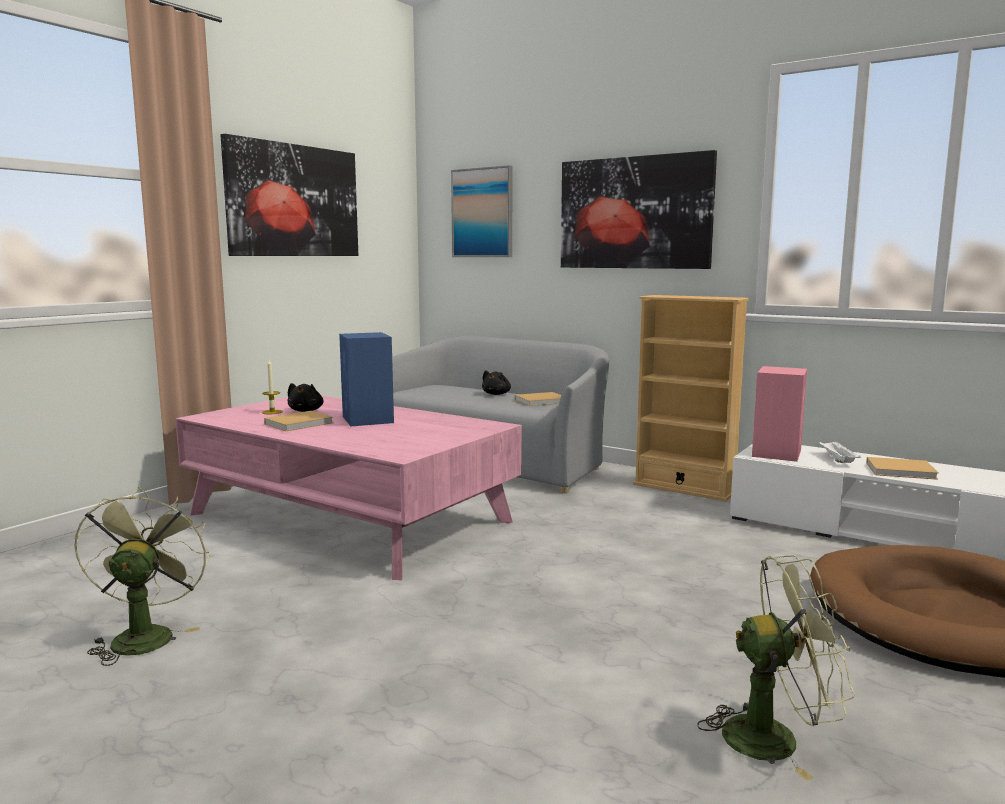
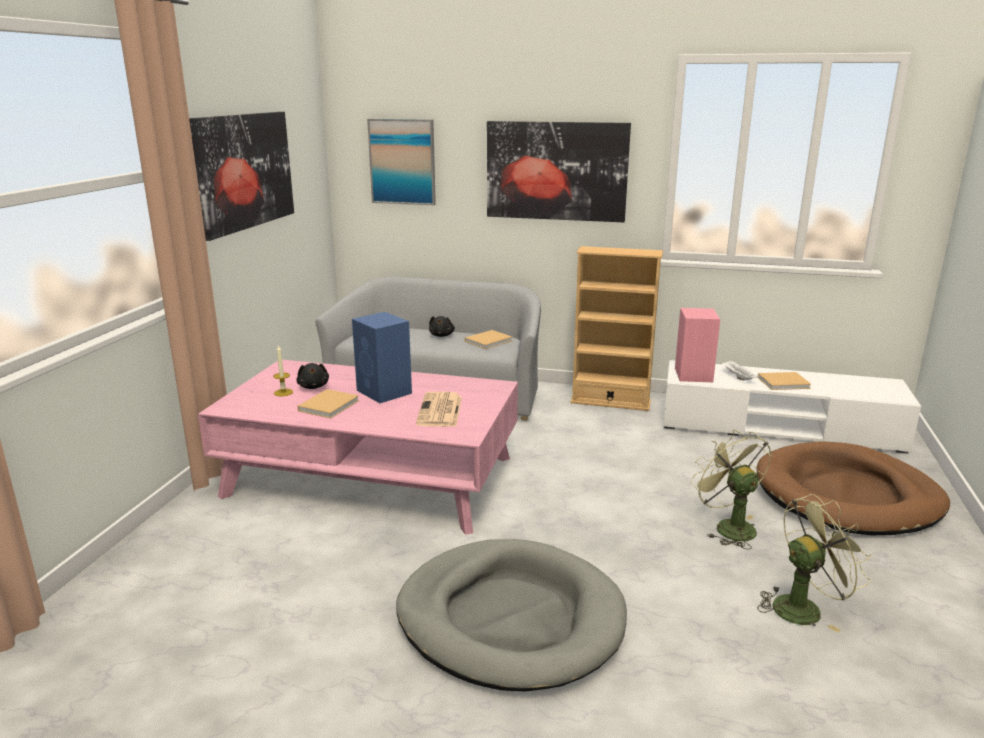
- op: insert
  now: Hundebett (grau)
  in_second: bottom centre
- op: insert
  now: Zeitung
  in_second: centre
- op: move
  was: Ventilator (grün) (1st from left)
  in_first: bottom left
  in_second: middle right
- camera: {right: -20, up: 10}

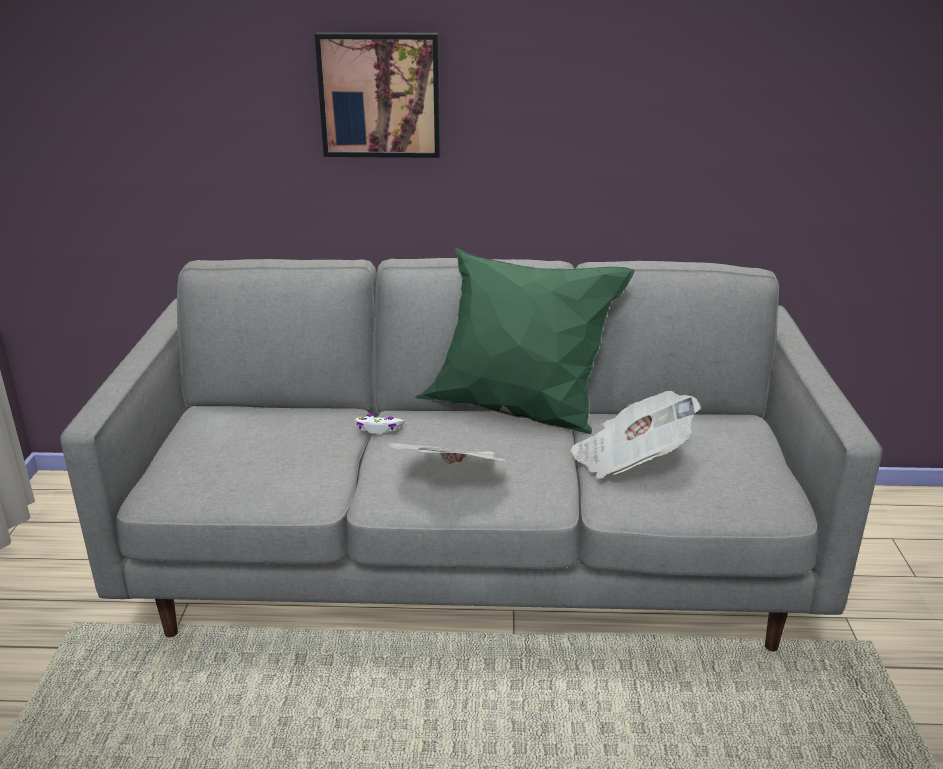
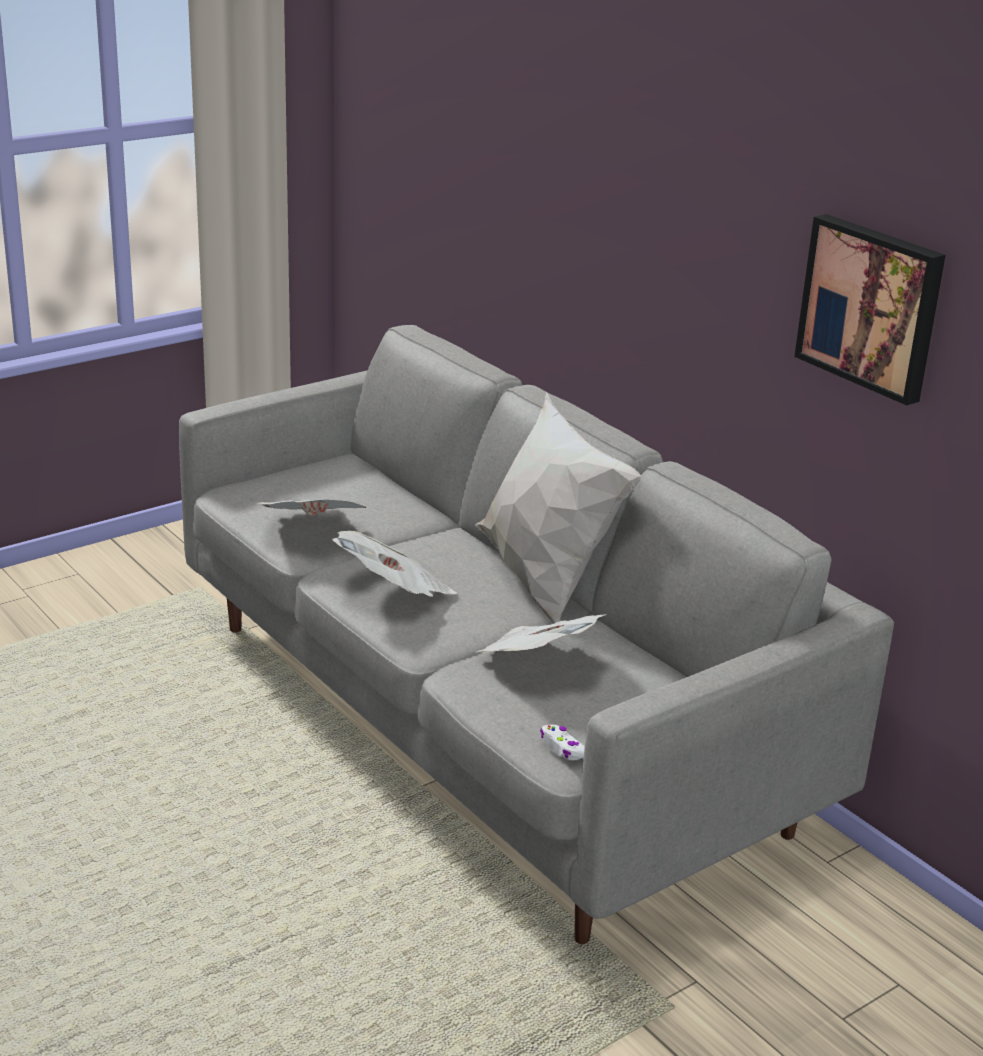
- op: insert
  now: Zeitung (1st from left)
  in_second: middle left
- op: move
  was: Bild
  in_first: top centre
  in_second: top right
- op: move
  was: Gamepad (weiß)
  in_first: centre
  in_second: bottom centre
- op: recolor
  was: Kissen (grün)
  now: Kissen (weiß)
  in_first: centre
  in_second: centre
- camera: {right: 50, up: 0}

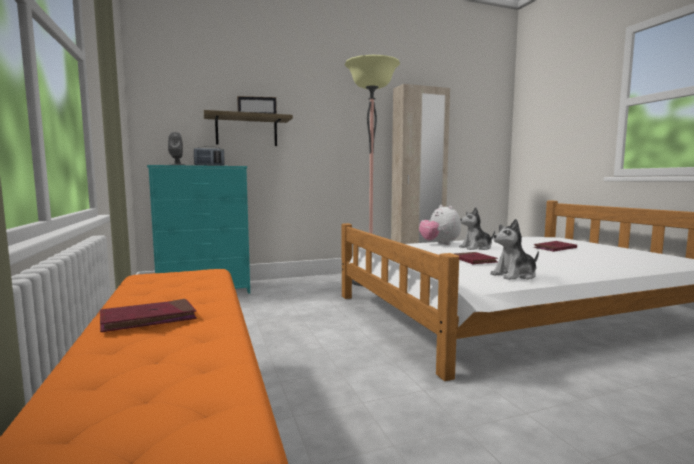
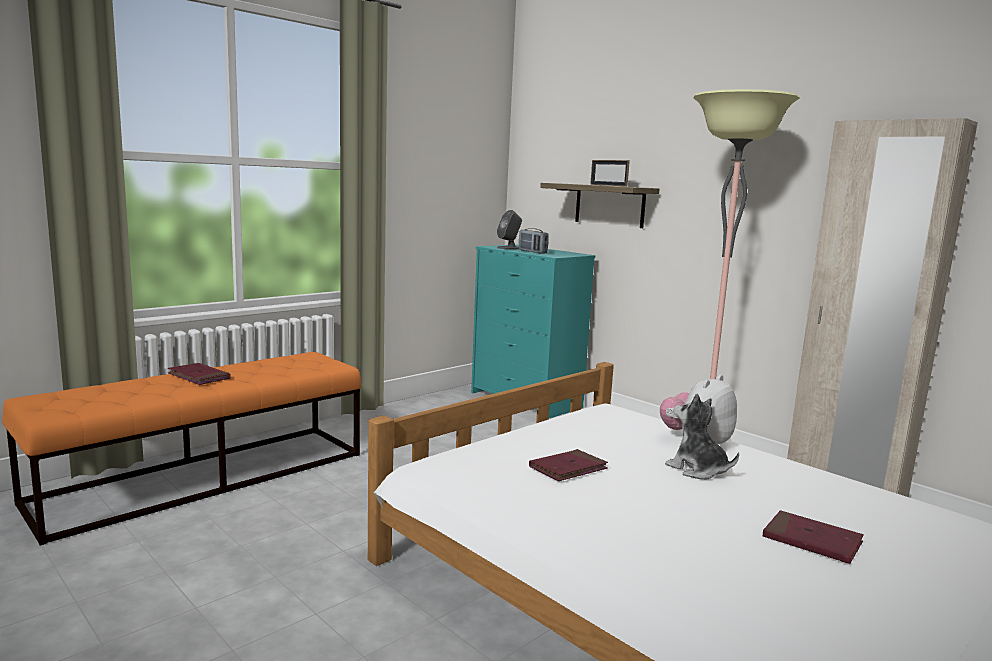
- op: delete
  was: Plüschtier (3rd from left)
  in_first: middle right
- camera: {right: 65, up: 5}

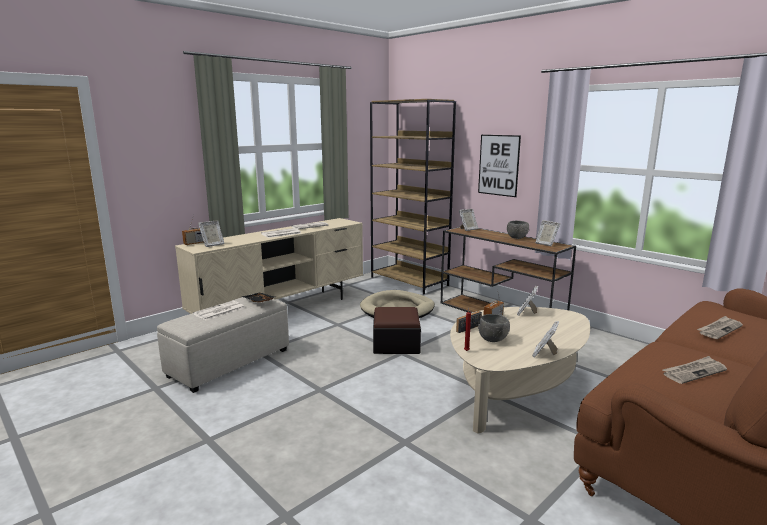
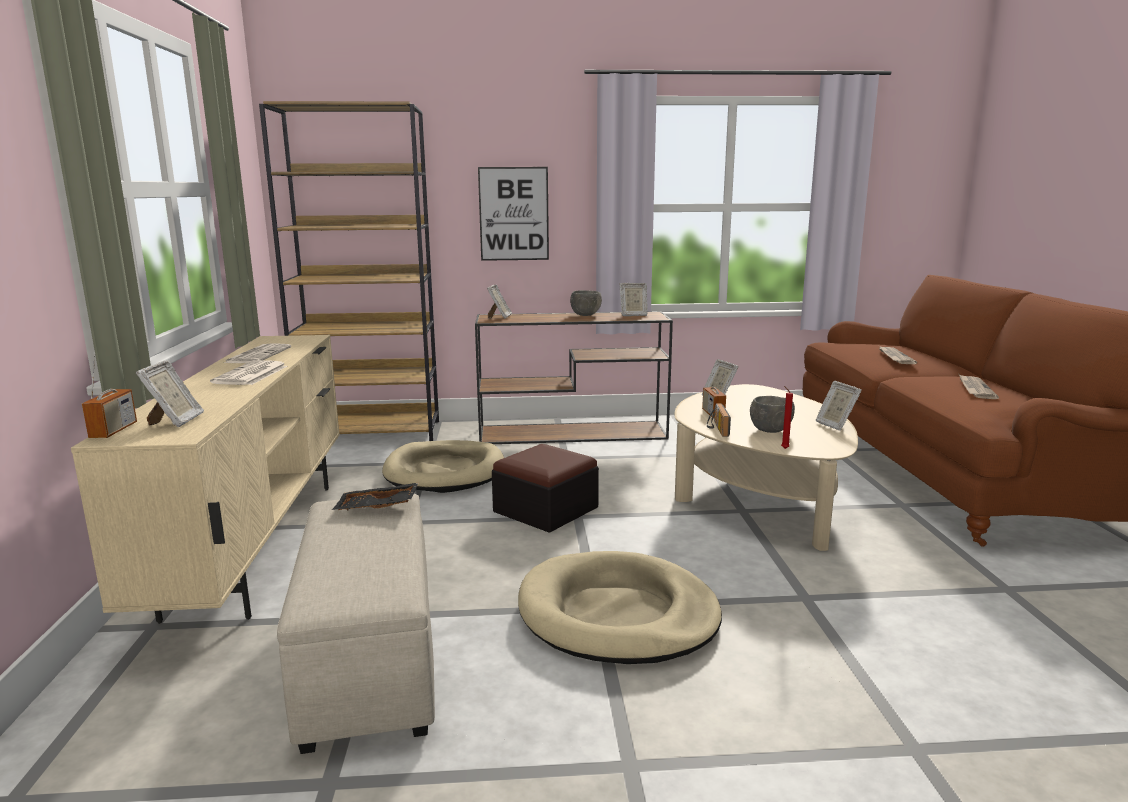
- op: delete
  was: Zeitung (1st from left)
  in_first: middle left
- op: insert
  now: Hundebett (beige) (2nd from left)
  in_second: bottom centre
- camera: {right: -50, up: 0}

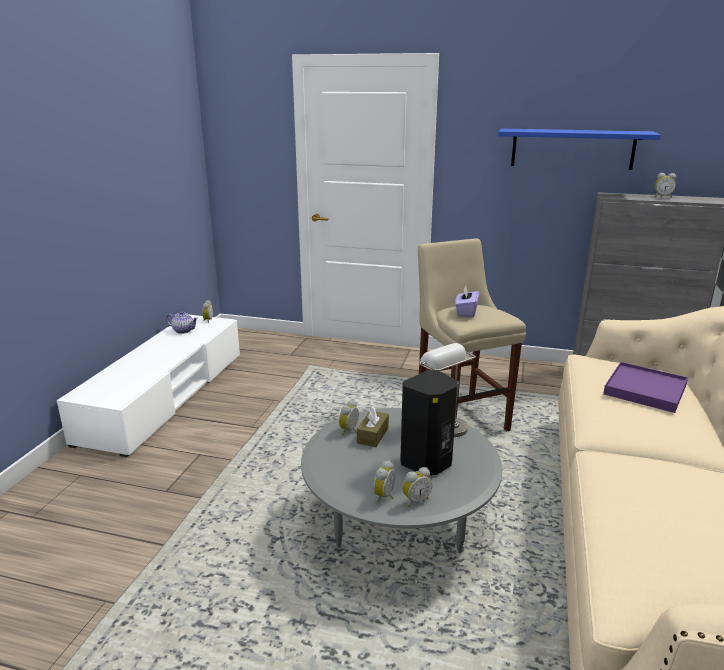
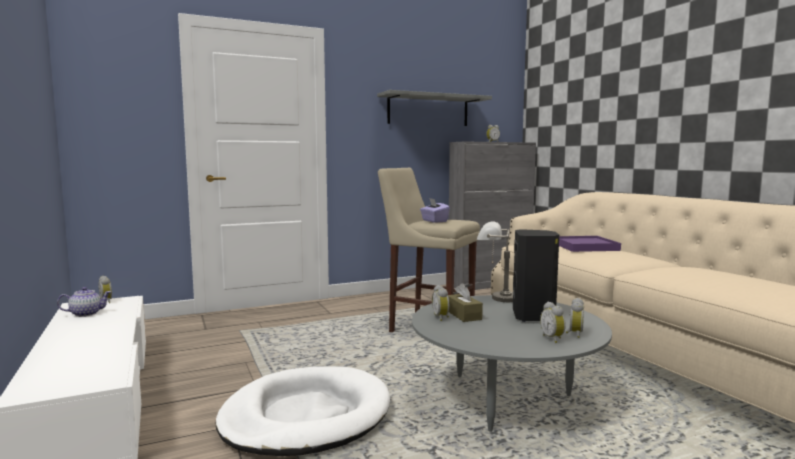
- op: insert
  now: Hundebett (weiß)
  in_second: bottom centre
- op: recolor
  was: Wandregal (blau)
  now: Wandregal (grau)
  in_first: top right
  in_second: top centre
- camera: {right: -40, up: -15}

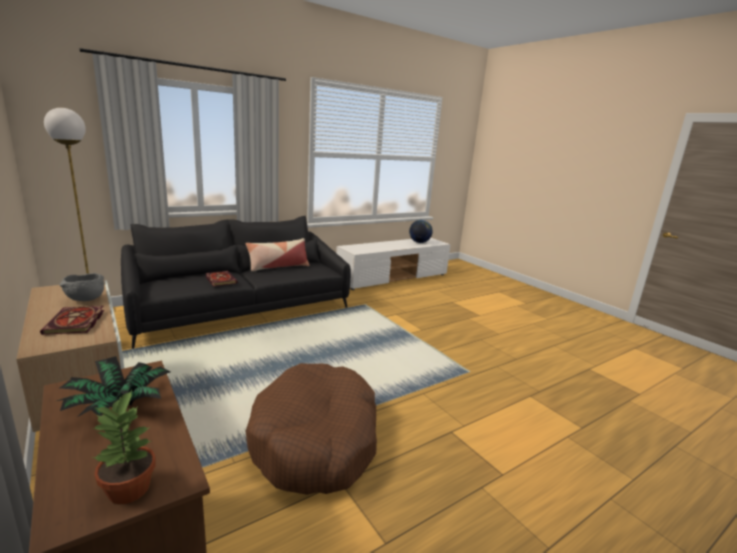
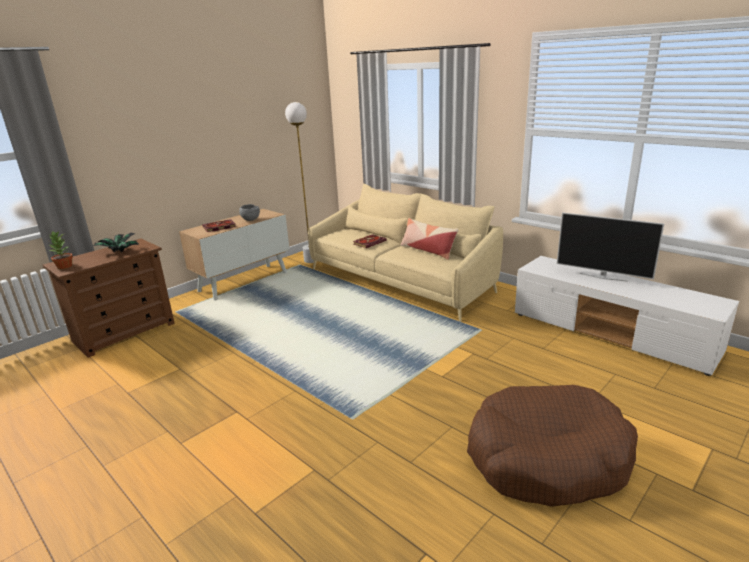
- op: delete
  was: Globus
  in_first: centre
- op: insert
  now: Fernseher
  in_second: middle right
- op: move
  was: Hundebett (braun)
  in_first: bottom centre
  in_second: bottom right
- op: recolor
  was: Sofa (schwarz)
  now: Sofa (beige)
  in_first: middle left
  in_second: centre
- camera: {right: 80, up: 5}

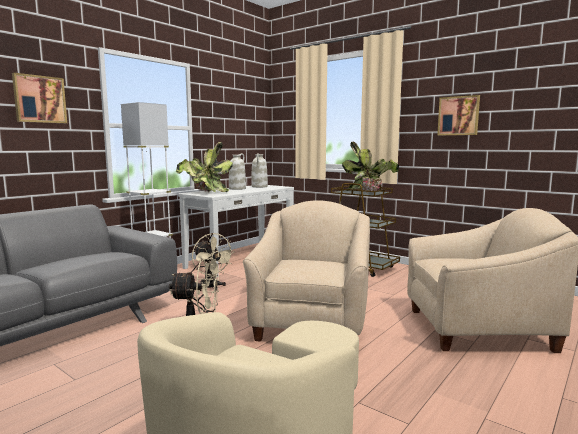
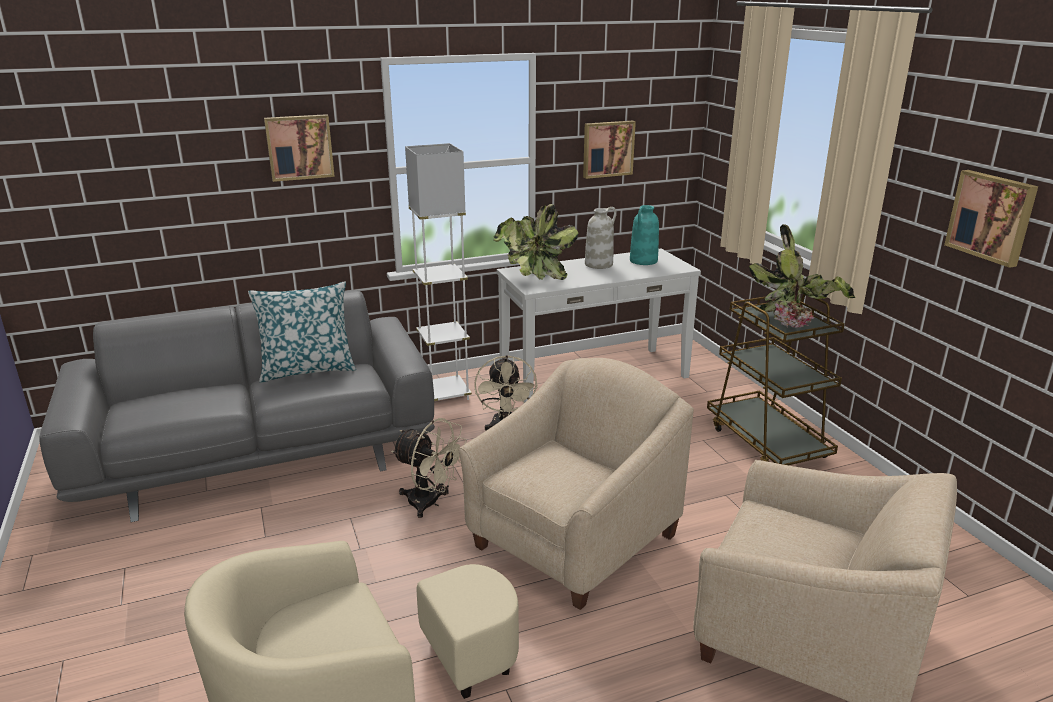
- op: insert
  now: Kissen
  in_second: middle left
- op: insert
  now: Bild (2nd from left)
  in_second: top centre
- op: recolor
  was: Vase (weiß) (2nd from left)
  now: Vase (türkis)
  in_first: centre
  in_second: centre
- camera: {right: 30, up: 15}

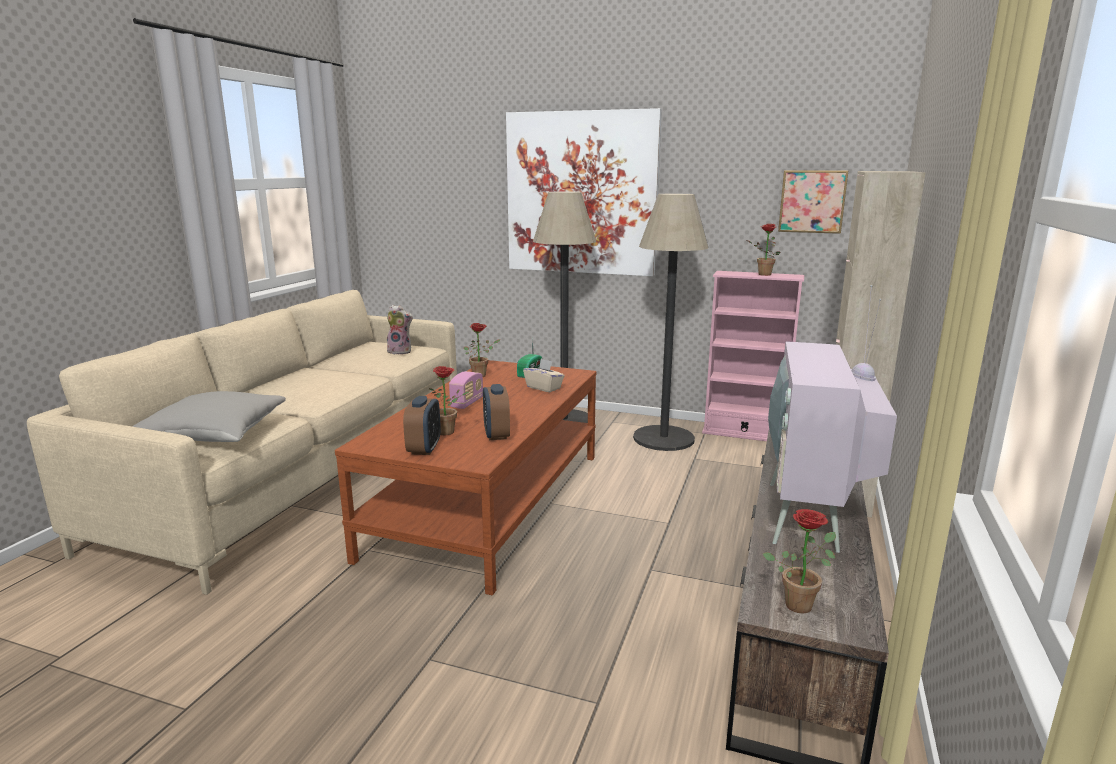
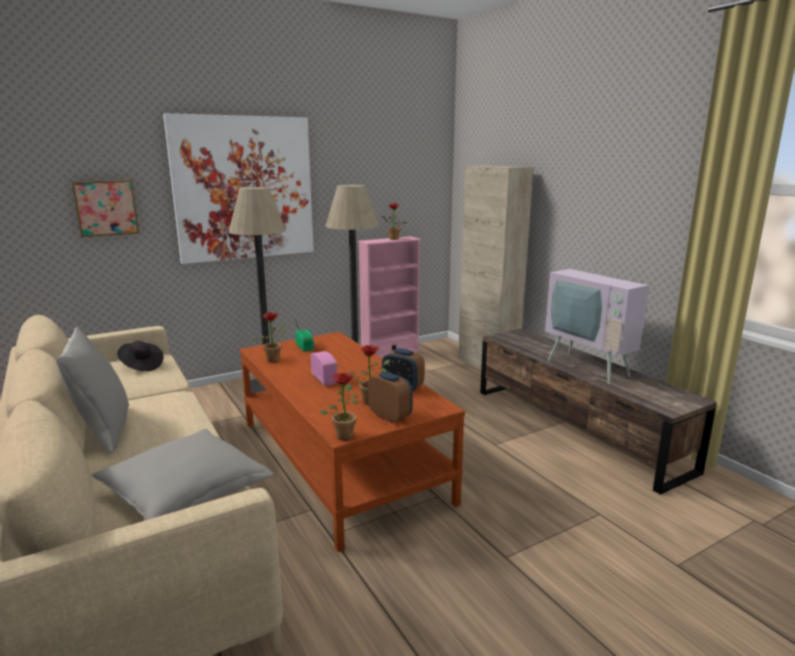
- op: delete
  was: Taschentuchbox (beige)
  in_first: centre
- op: insert
  now: Kissen (grau) (1st from left)
  in_second: middle left
- op: move
  was: Topfpflanze (4th from left in the first image)
  now: Topfpflanze (2nd from left)
  in_first: bottom right
  in_second: centre
- op: move
  was: Bild (2nd from left in the first image)
  now: Bild (1st from left)
  in_first: top right
  in_second: top left
- op: replace
  was: Plüschtier
  now: Hut (schwarz)
  in_first: centre
  in_second: middle left
- camera: {right: -50, up: 0}

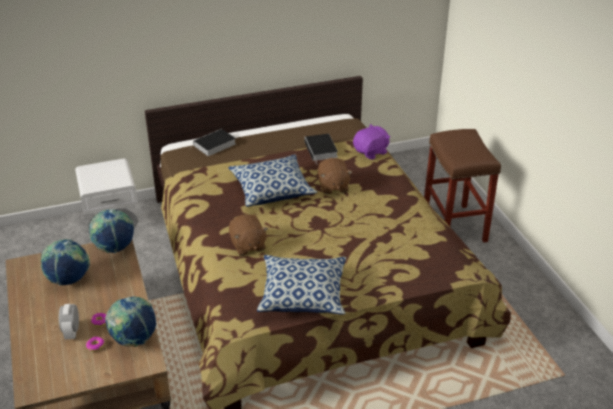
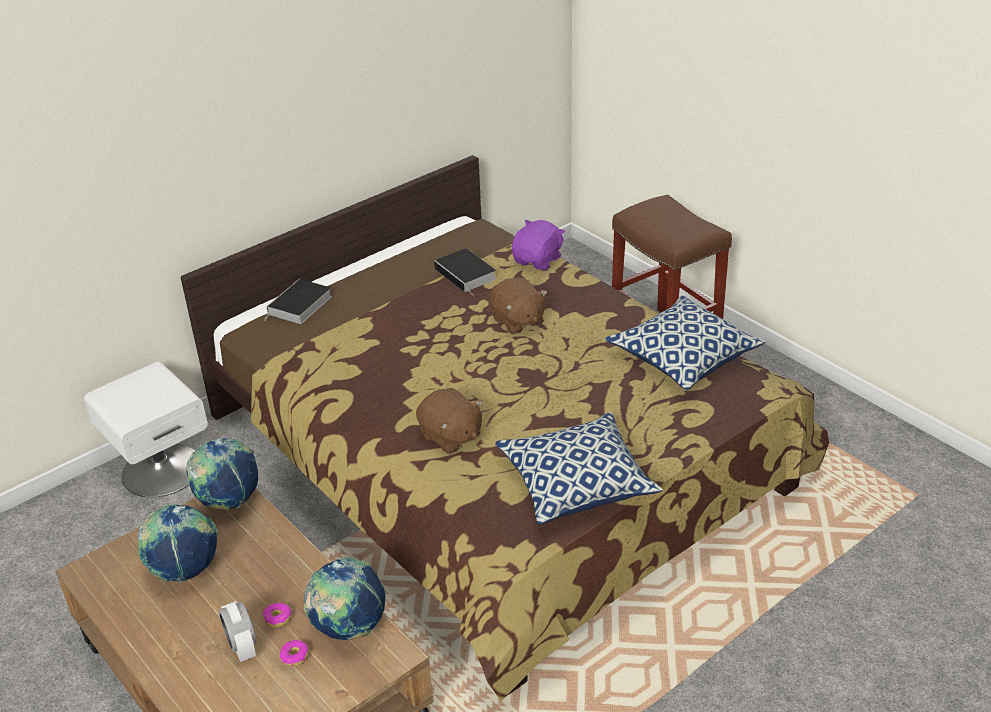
- op: move
  was: Kissen (1st from left in the first image)
  now: Kissen (2nd from left)
  in_first: centre
  in_second: middle right
- camera: {right: -20, up: 0}

